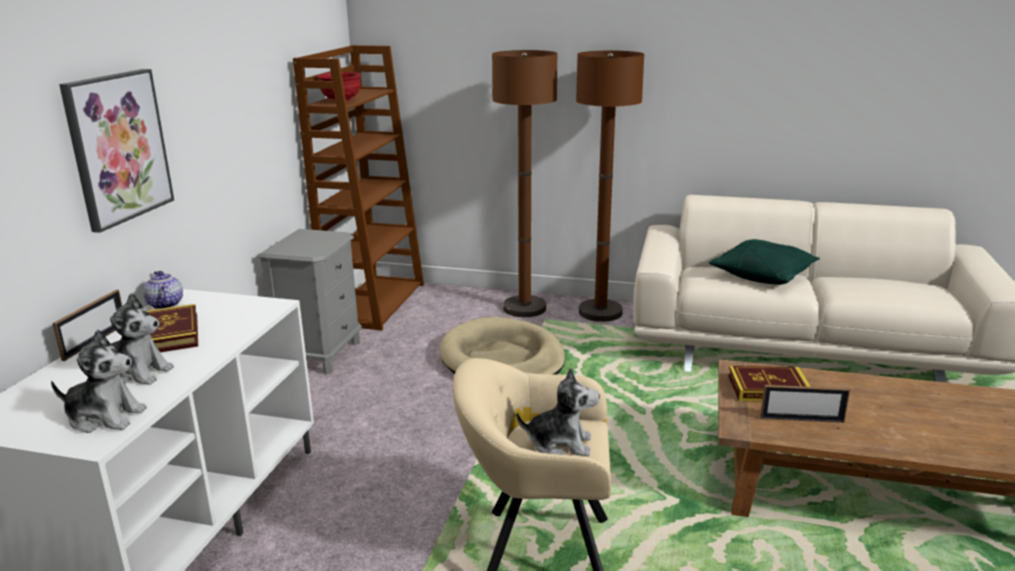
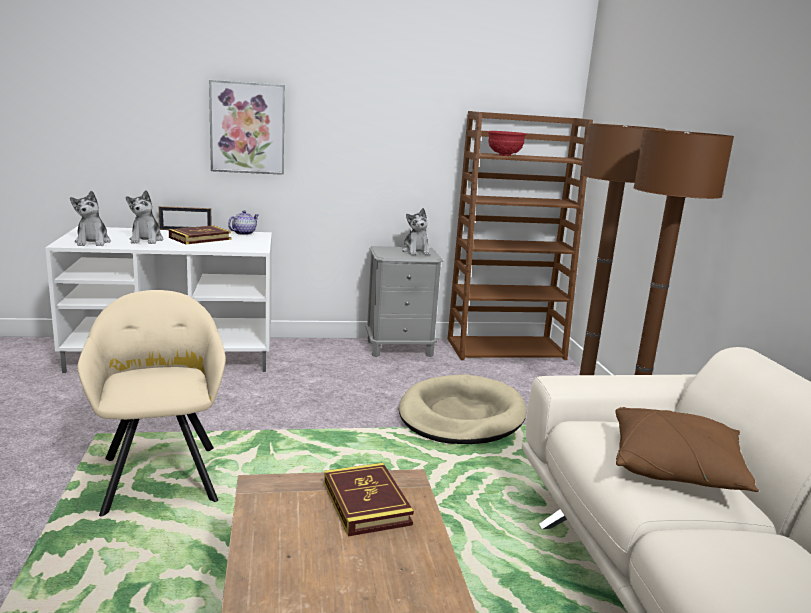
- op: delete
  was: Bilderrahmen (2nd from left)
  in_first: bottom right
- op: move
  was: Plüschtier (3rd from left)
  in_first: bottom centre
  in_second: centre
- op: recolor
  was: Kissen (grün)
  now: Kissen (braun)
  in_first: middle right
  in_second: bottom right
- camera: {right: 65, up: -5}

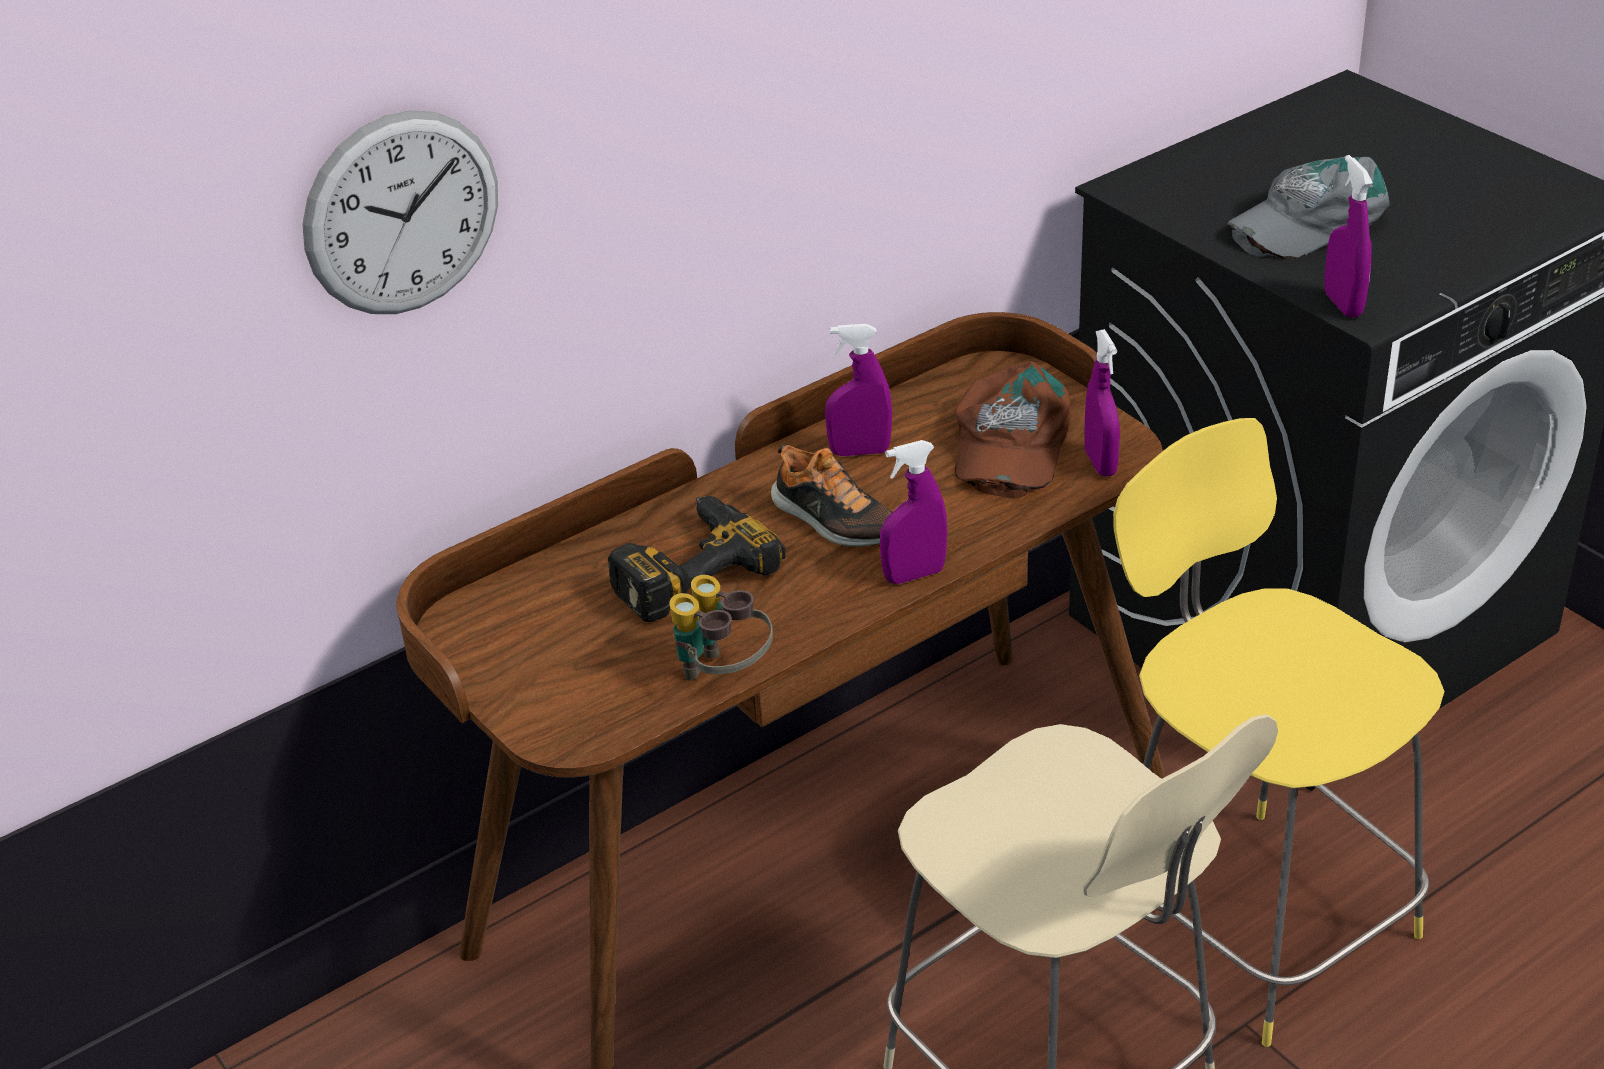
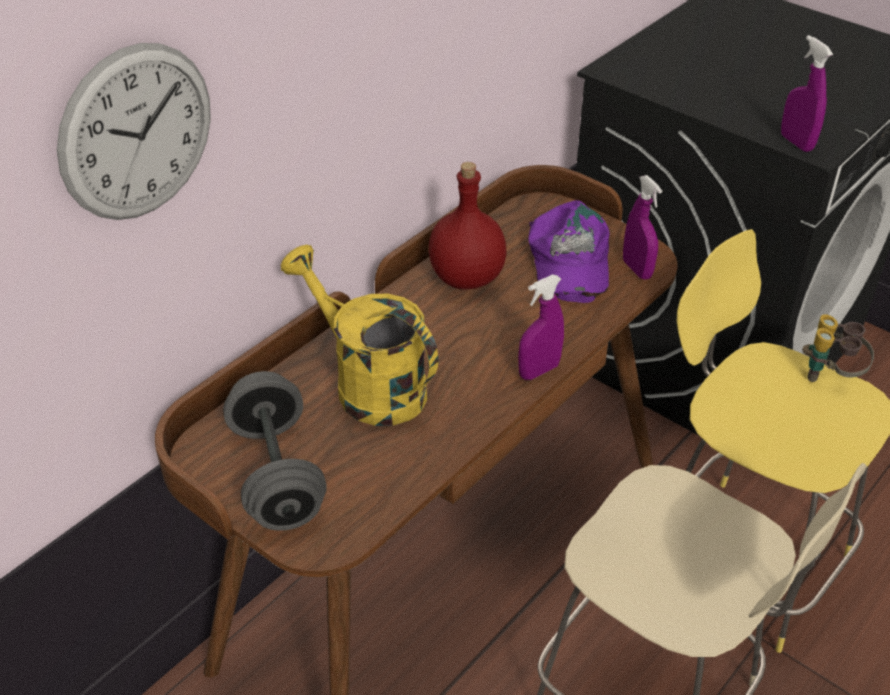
- op: delete
  was: Schuh
  in_first: centre
- op: delete
  was: Kappe (grau)
  in_first: top right
- op: insert
  now: Hantel (grau)
  in_second: middle left
- op: move
  was: Fernglas
  in_first: centre
  in_second: middle right
- op: replace
  was: Bohrmaschine
  now: Gießkanne (gelb)
  in_first: centre
  in_second: centre
- op: replace
  was: Sprühflasche (lila) (1st from left)
  now: Flasche (rot)
  in_first: centre
  in_second: top centre
- op: recolor
  was: Kappe (braun)
  now: Kappe (lila)
  in_first: centre
  in_second: centre
- camera: {right: -15, up: 5}

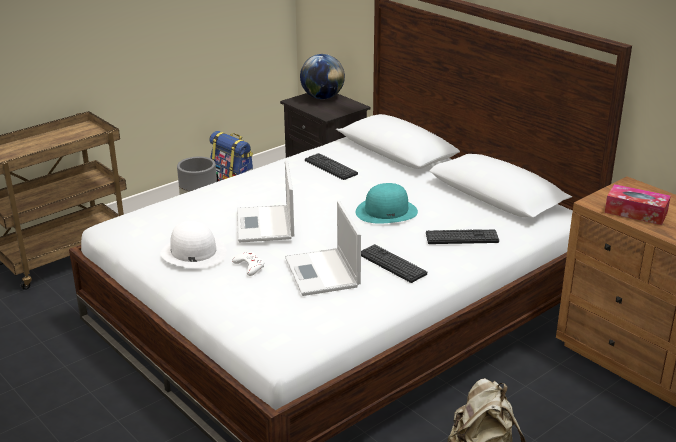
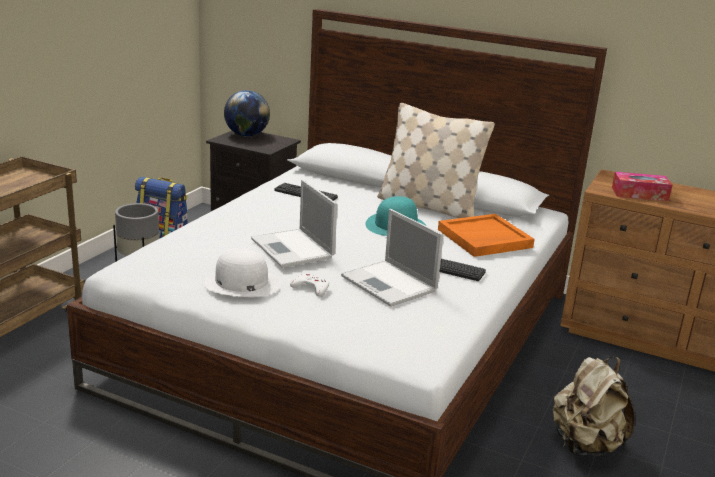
- op: insert
  now: Kissen (beige)
  in_second: centre
- op: replace
  was: Tastatur (3rd from left)
  now: Tablett (orange)
  in_first: middle right
  in_second: middle right
- camera: {right: -25, up: -5}

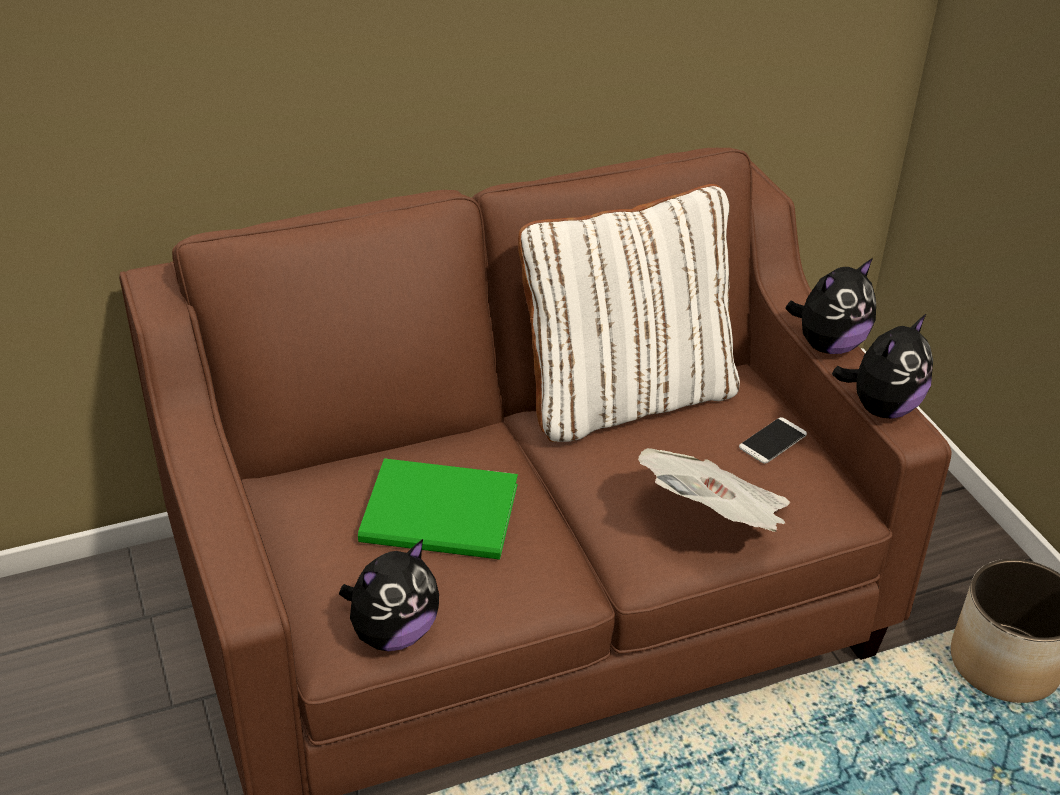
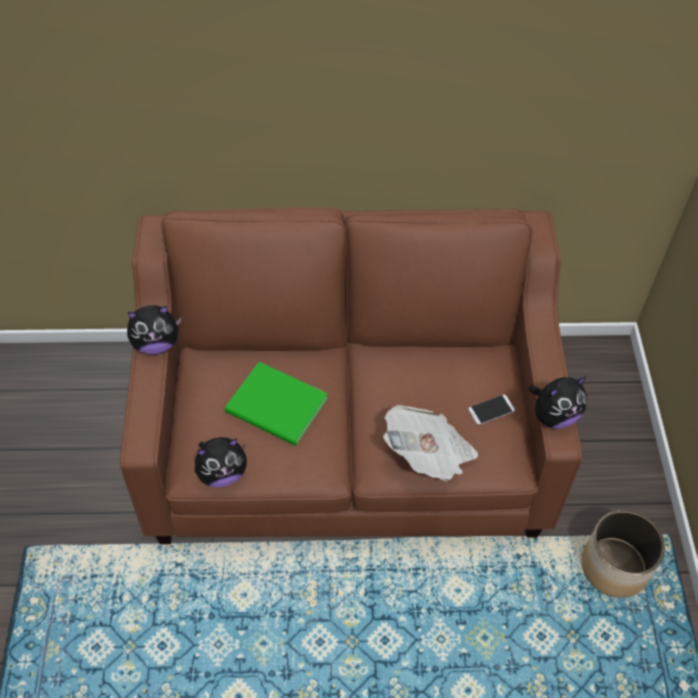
- op: delete
  was: Kissen (weiß)
  in_first: centre
- op: move
  was: Plüschtier (2nd from left in the first image)
  now: Plüschtier (1st from left)
  in_first: middle right
  in_second: middle left
- camera: {right: 20, up: 15}

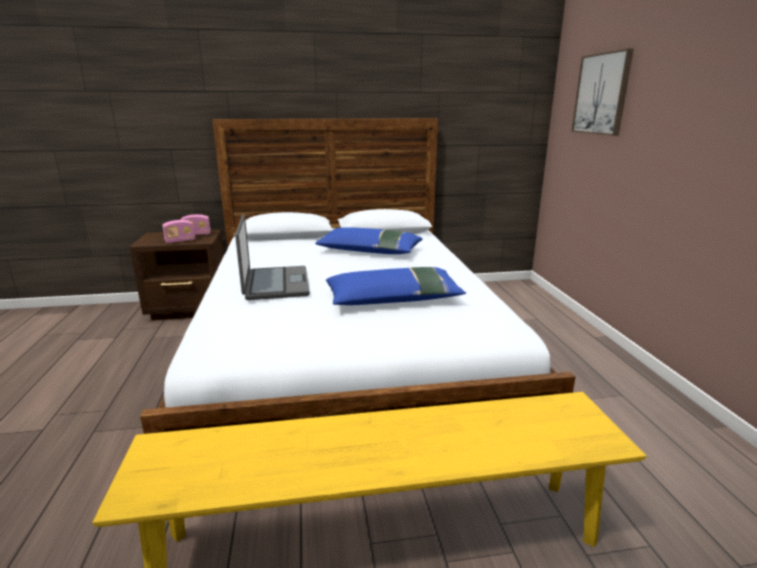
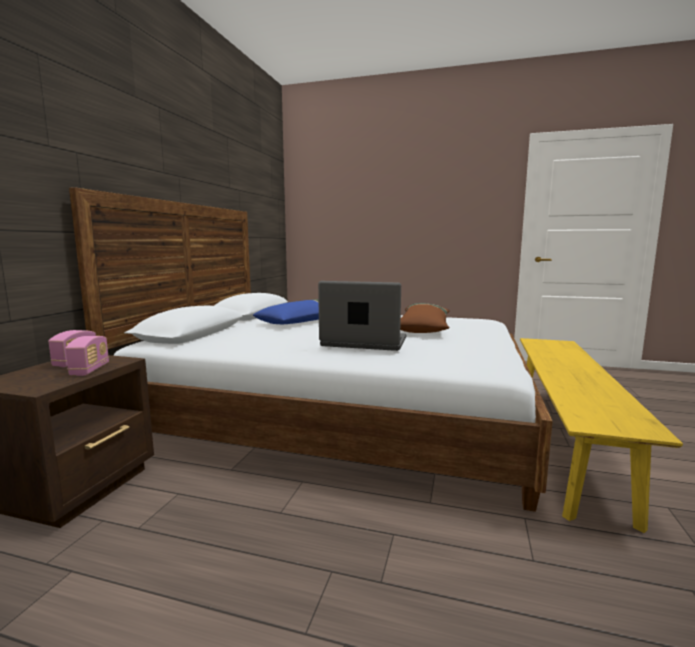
- op: delete
  was: Bild
  in_first: top right
- op: recolor
  was: Kissen (blau) (2nd from left)
  now: Kissen (braun)
  in_first: centre
  in_second: centre
- camera: {right: -65, up: -10}

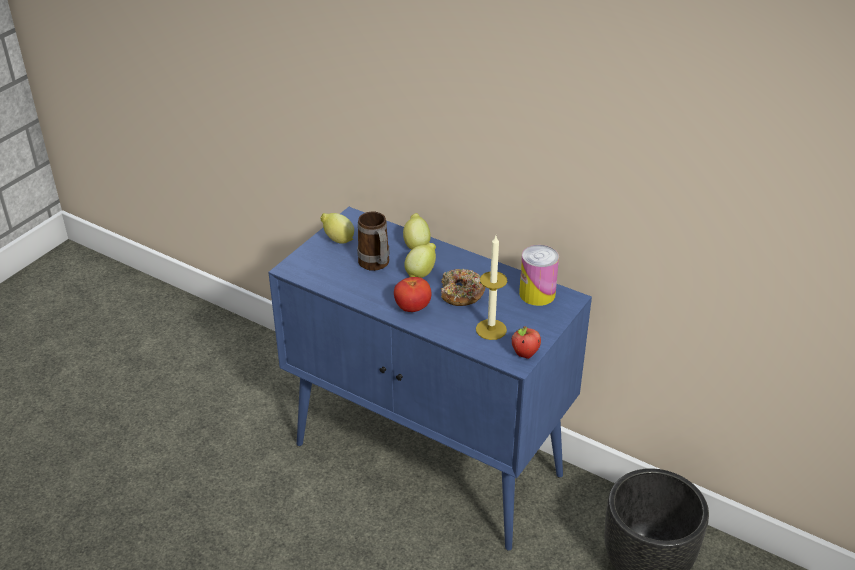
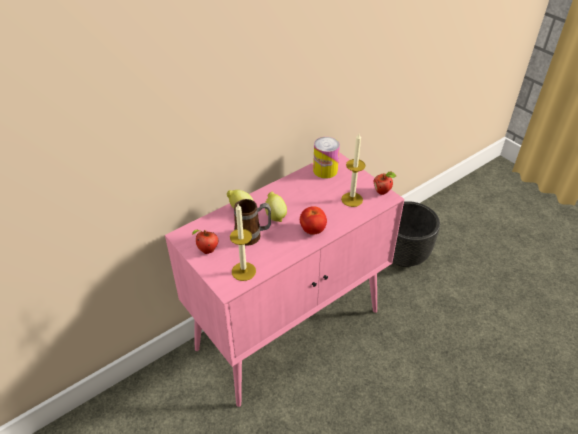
- op: delete
  was: Donut
  in_first: centre
- op: insert
  now: Kerze (1st from left)
  in_second: centre
- op: replace
  was: Zitrone (1st from left)
  now: Apfel (1st from left)
  in_first: centre
  in_second: centre
- op: recolor
  was: Schrank (blau)
  now: Schrank (rosa)
  in_first: centre
  in_second: centre
- camera: {right: -70, up: 5}

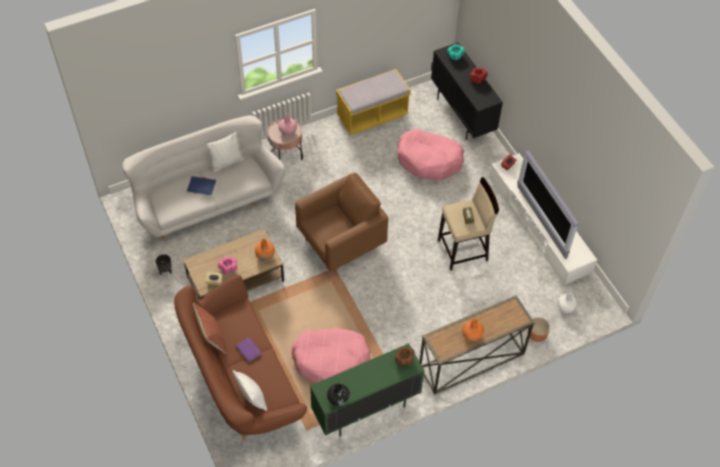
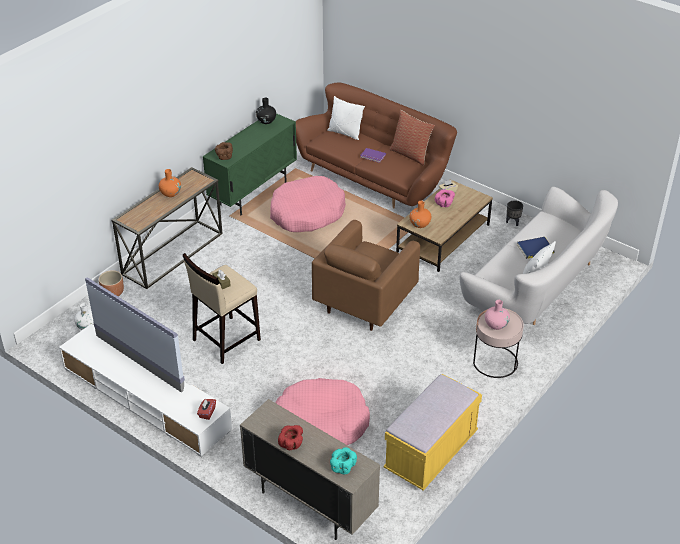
- op: recolor
  was: Schrank (schwarz)
  now: Schrank (beige)
  in_first: top centre
  in_second: bottom centre
- camera: {right: 155, up: -15}

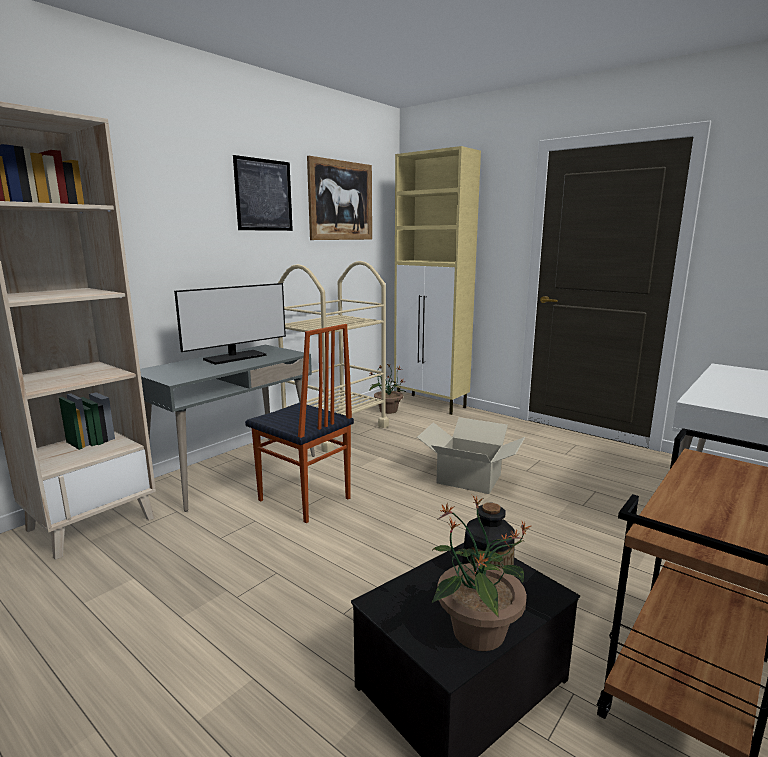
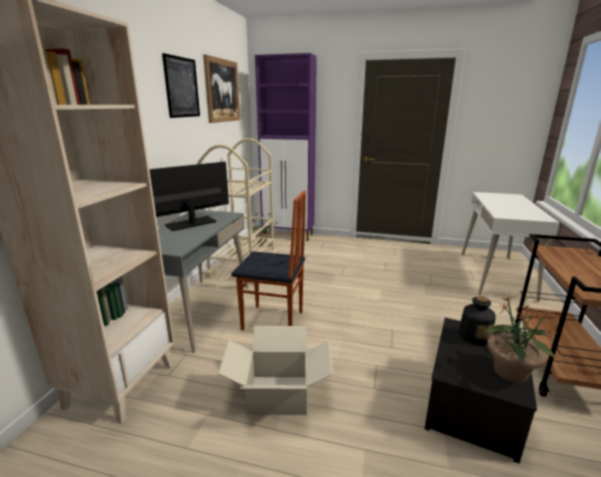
- op: move
  was: Karton
  in_first: centre
  in_second: bottom centre
- op: recolor
  was: Schrank (beige)
  now: Schrank (lila)
  in_first: centre
  in_second: top centre
- op: rotate
  was: Monitor
  in_first: middle left
  in_second: middle left
  clockwise: -150
- camera: {right: -25, up: 5}

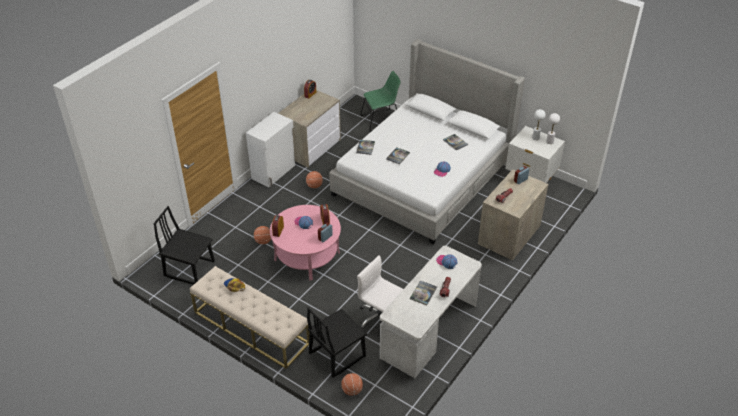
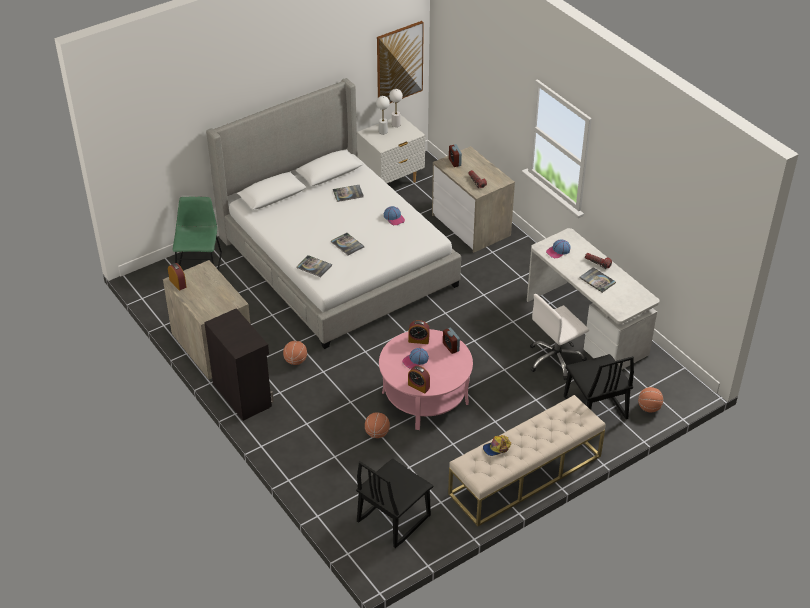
- op: insert
  now: Bild
  in_second: top centre
- op: recolor
  was: Schrank (weiß)
  now: Schrank (schwarz)
  in_first: centre
  in_second: middle left
- camera: {right: -70, up: 0}

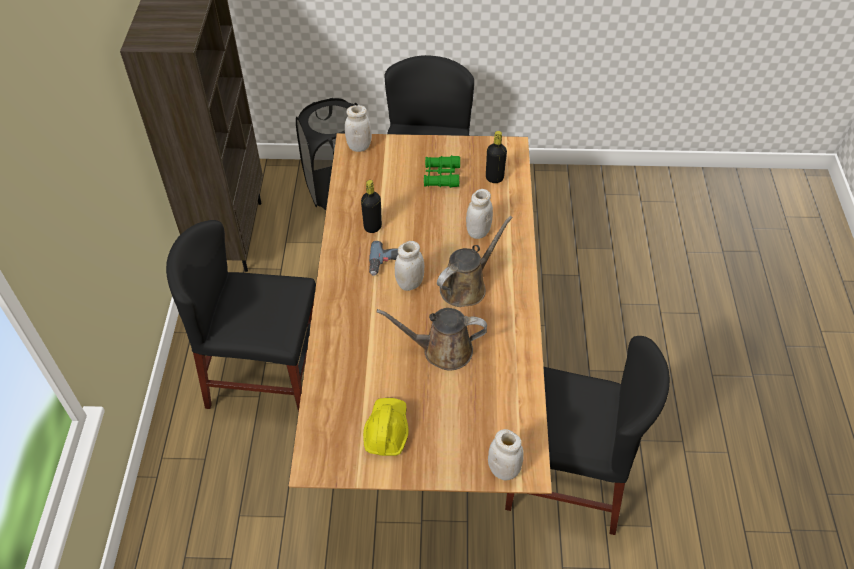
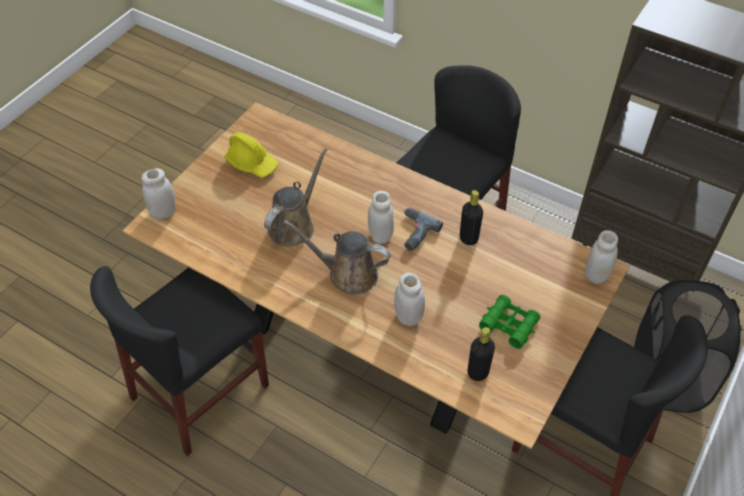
- op: rotate
  was: Gießkanne (braun) (2nd from left)
  in_first: centre
  in_second: centre
  clockwise: 120
- camera: {right: 120, up: 0}

